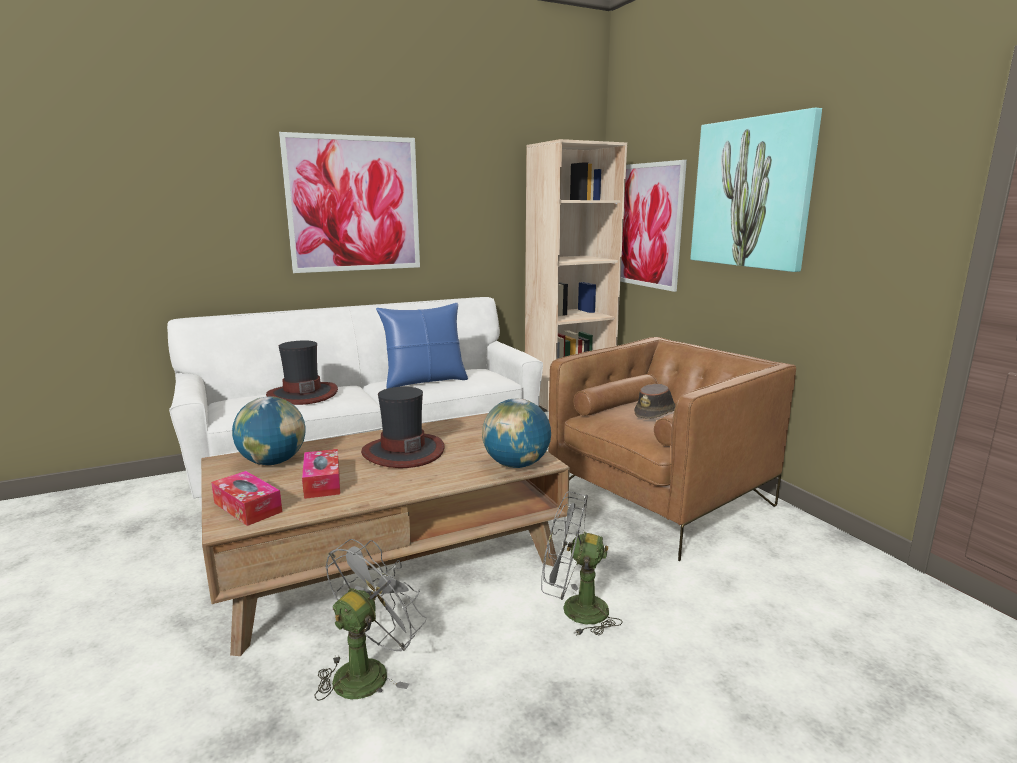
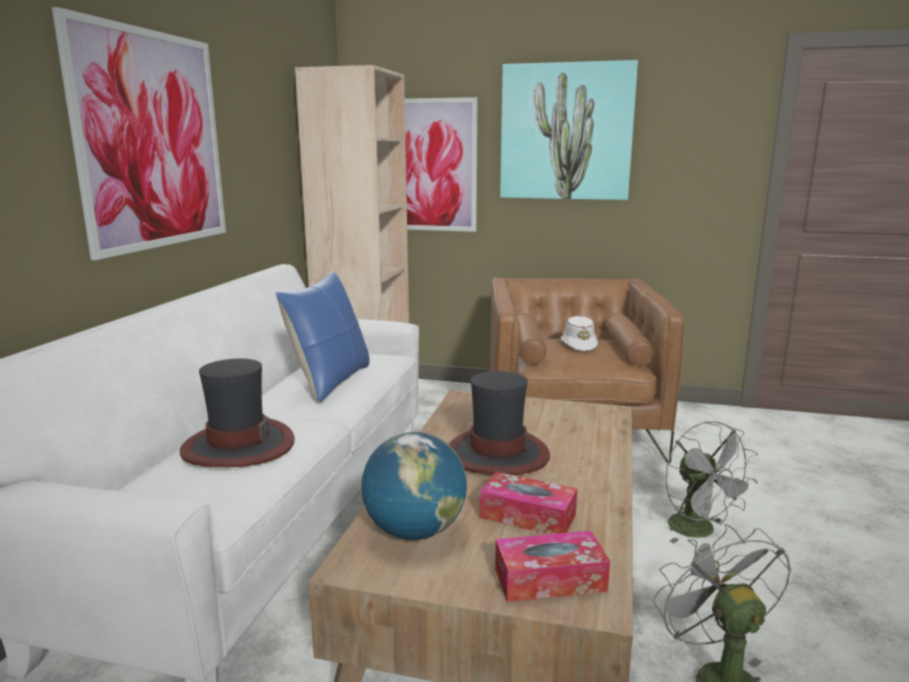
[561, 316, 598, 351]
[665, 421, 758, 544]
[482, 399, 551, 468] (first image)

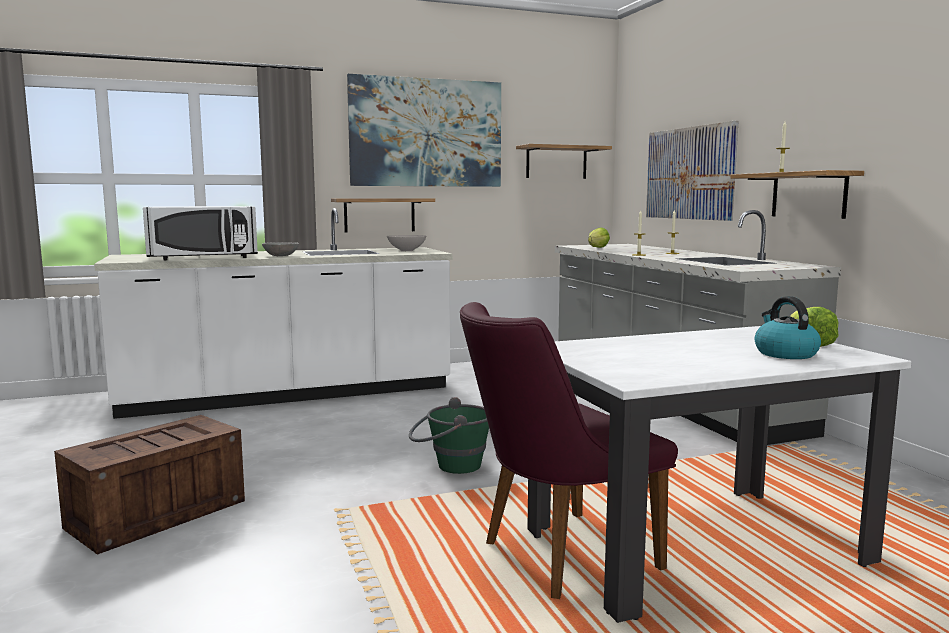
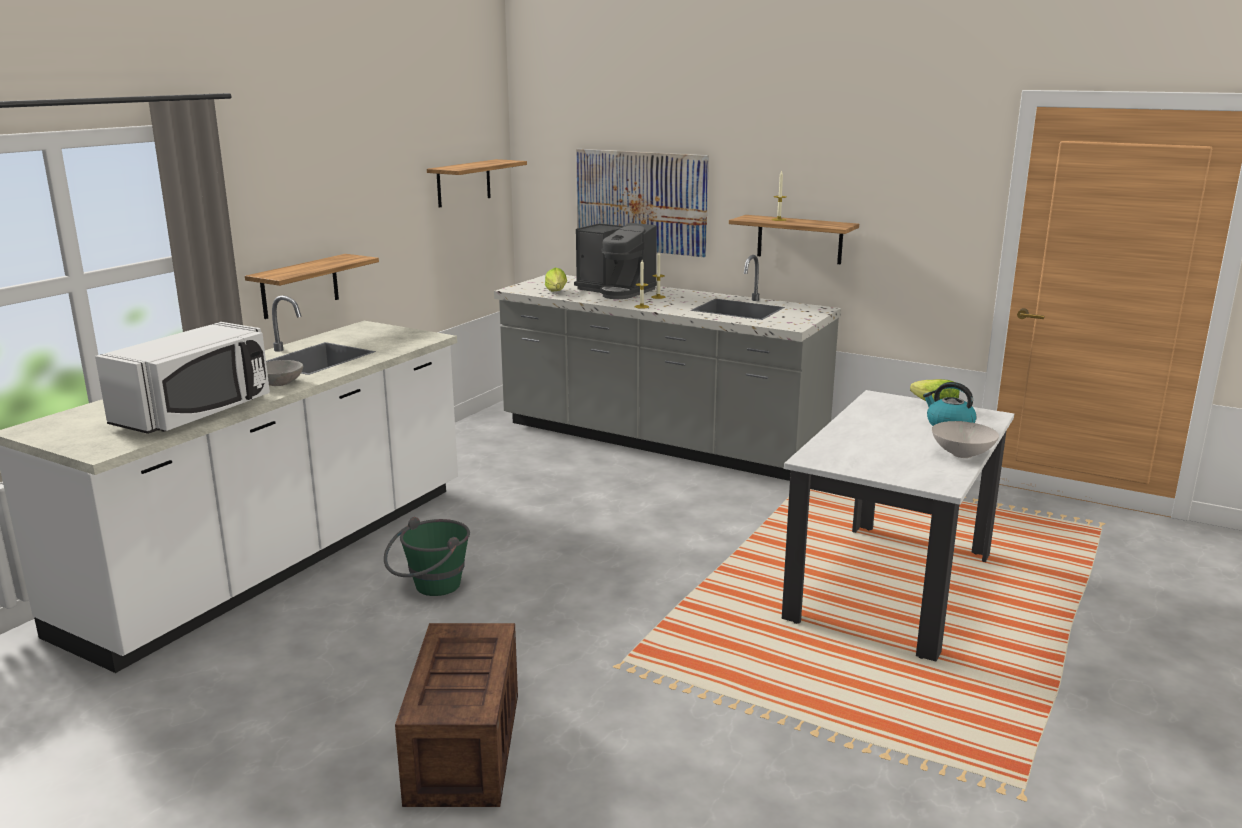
[384, 517, 470, 596]
[574, 223, 657, 299]
[932, 421, 999, 458]
[347, 74, 501, 187] (first image)
[460, 302, 678, 599] (first image)

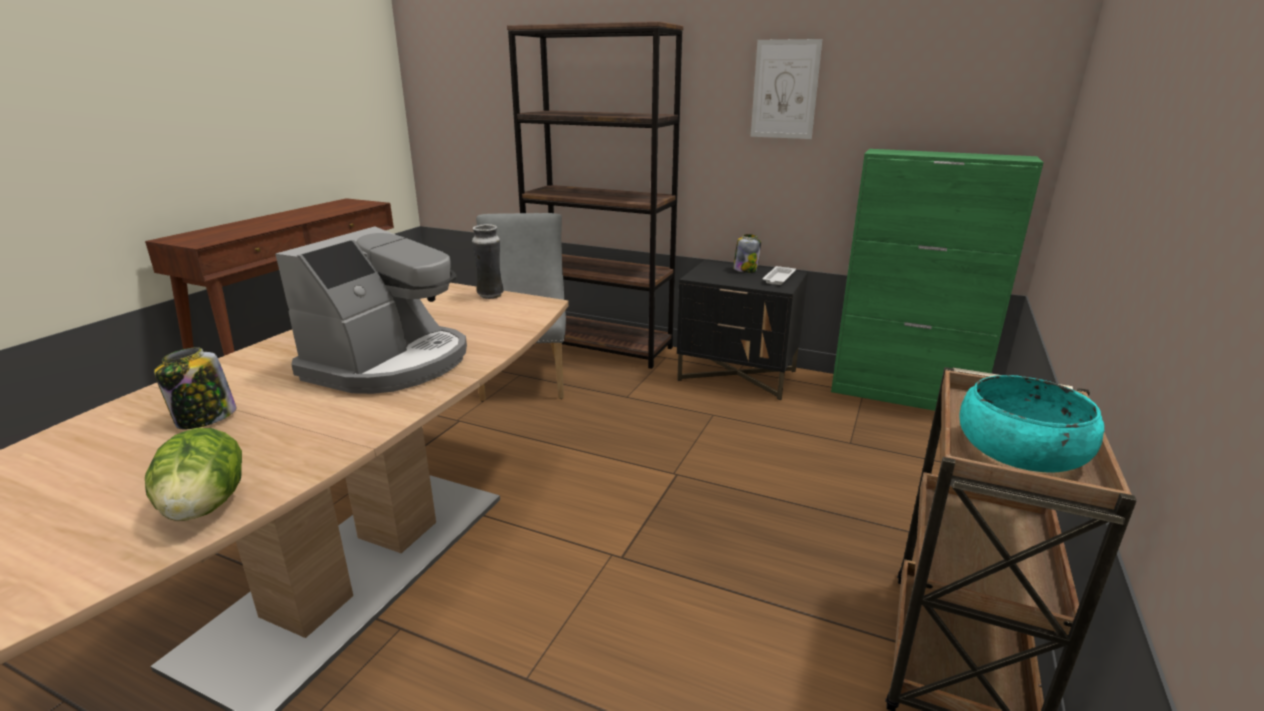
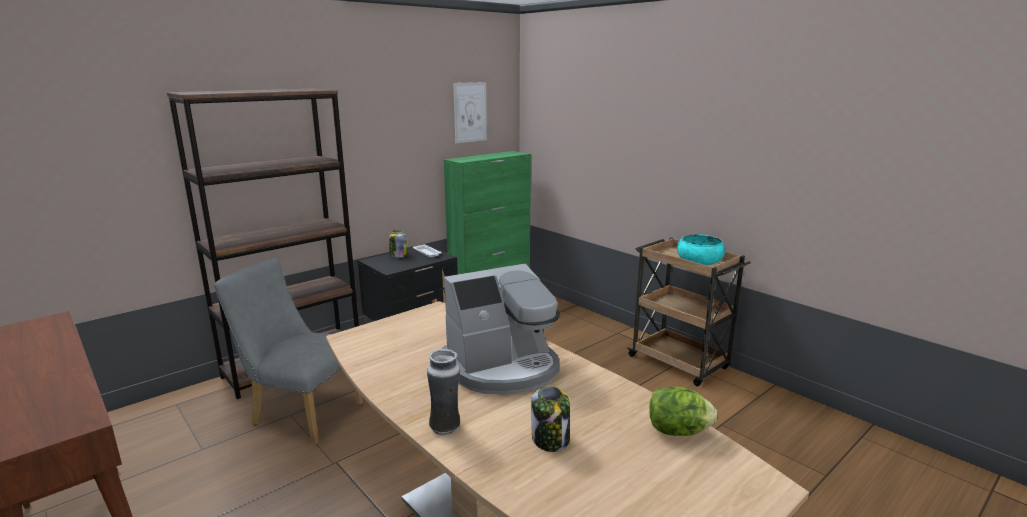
[427, 349, 460, 435]
[441, 264, 560, 394]
[453, 82, 487, 143]

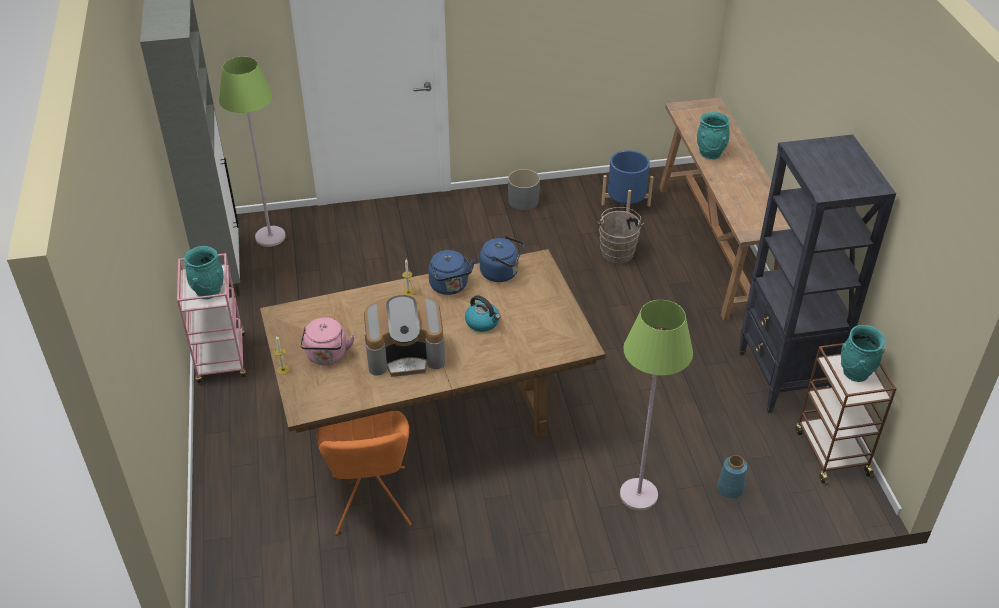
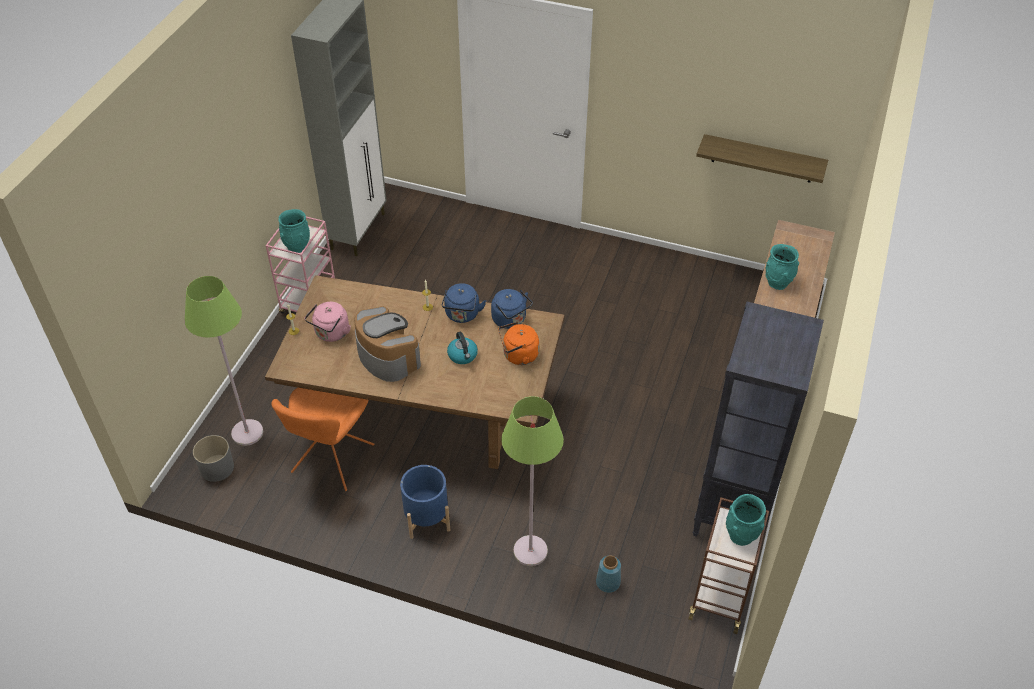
[185, 276, 263, 446]
[193, 435, 234, 482]
[354, 306, 421, 382]
[400, 465, 450, 539]
[498, 322, 539, 365]
[696, 134, 828, 183]
[597, 207, 644, 264] (first image)

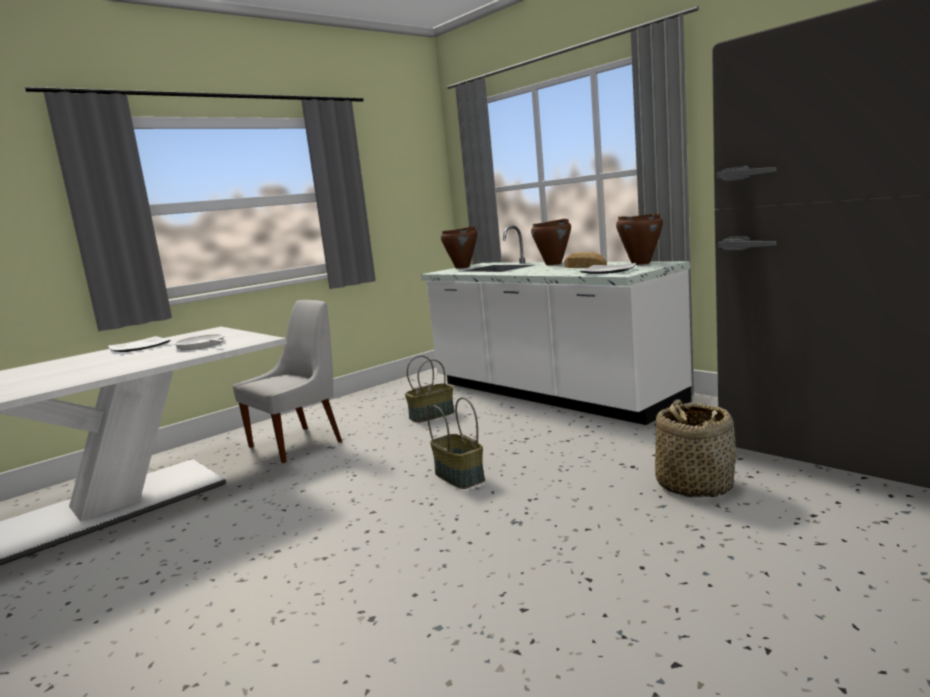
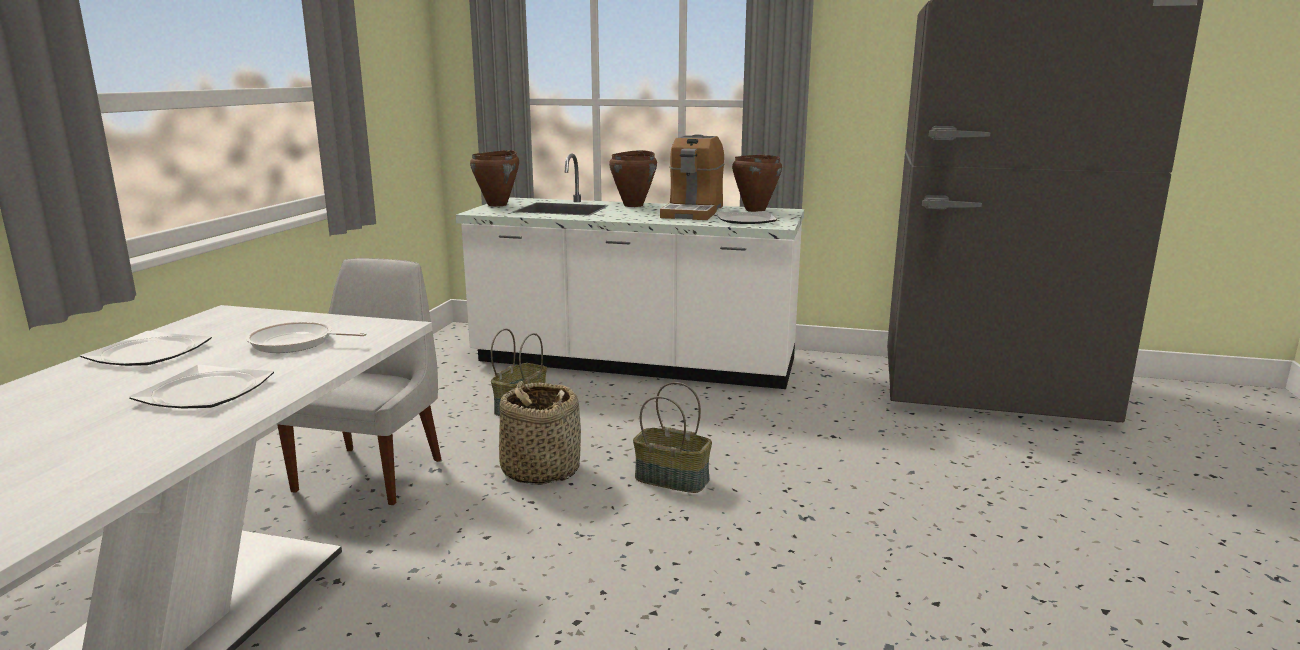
[129, 365, 274, 409]
[499, 381, 581, 485]
[660, 134, 724, 220]

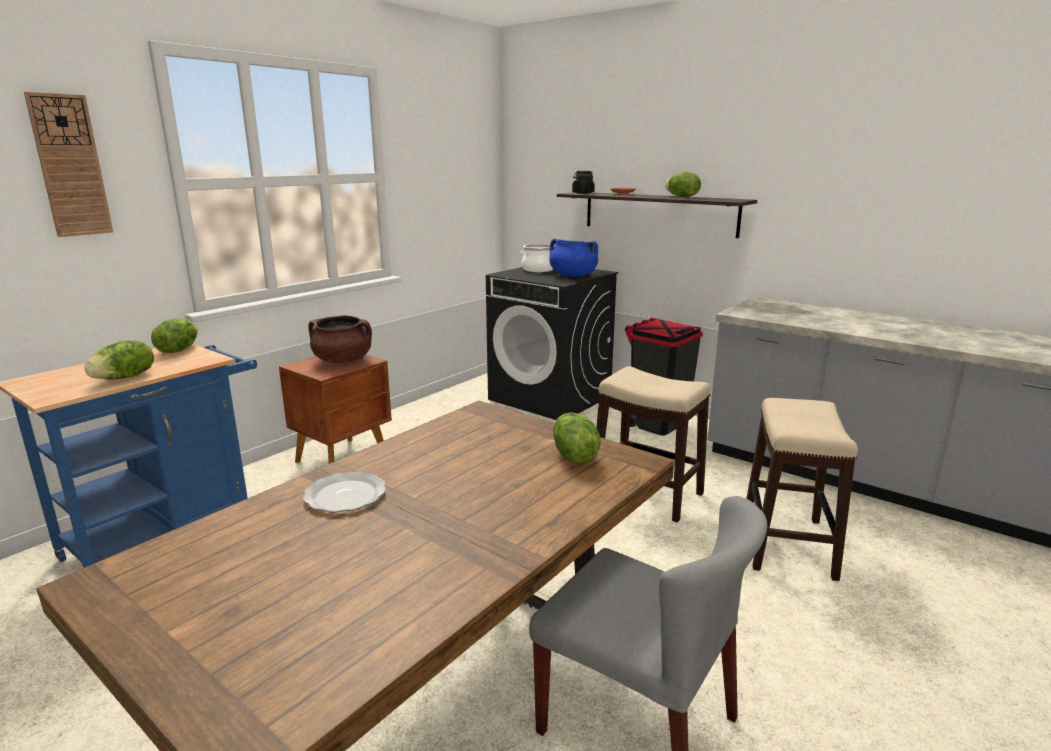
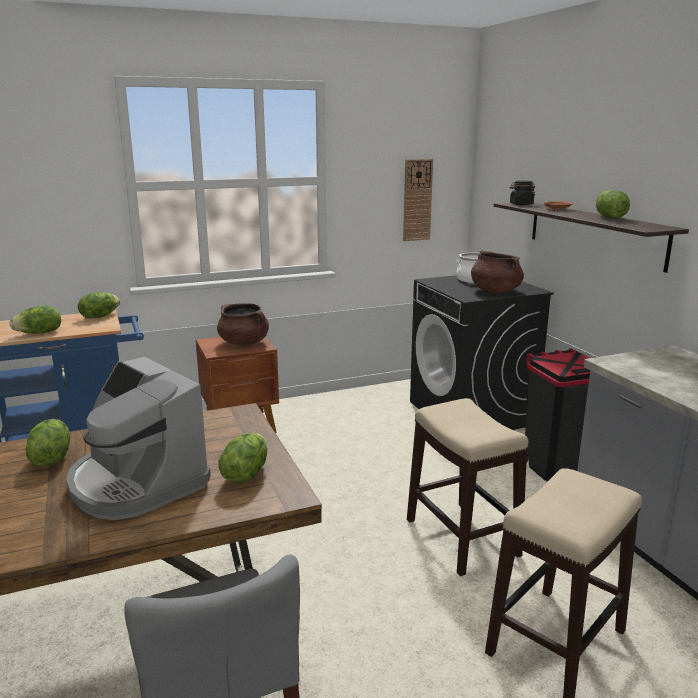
[25, 419, 70, 466]
[66, 357, 211, 520]
[403, 159, 433, 241]
[471, 250, 524, 293]

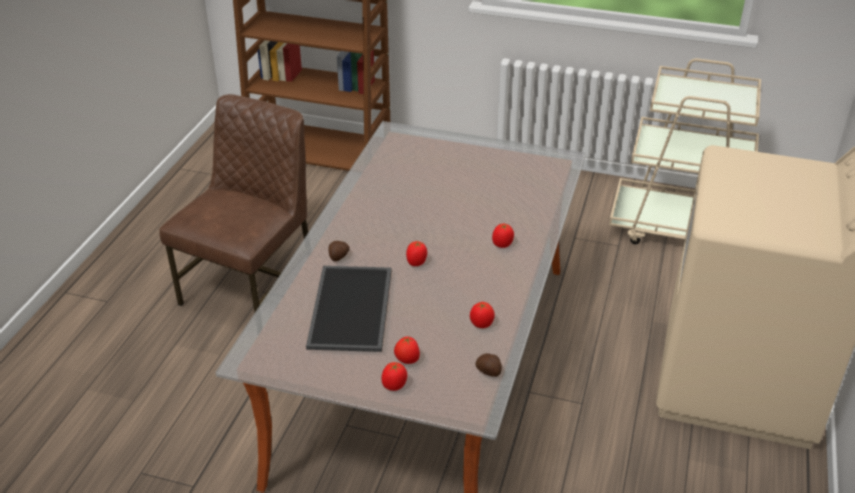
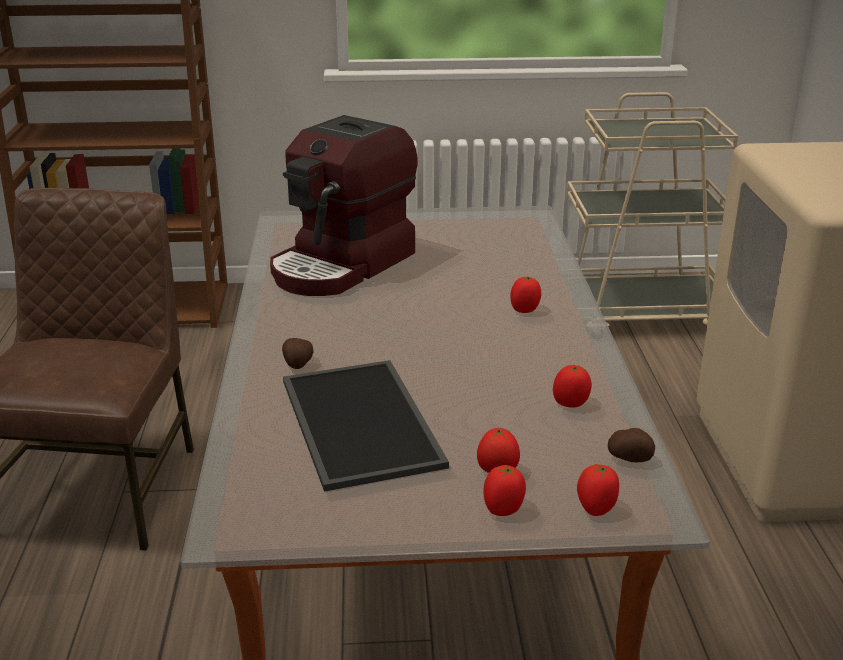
[270, 115, 418, 296]
[577, 464, 619, 516]

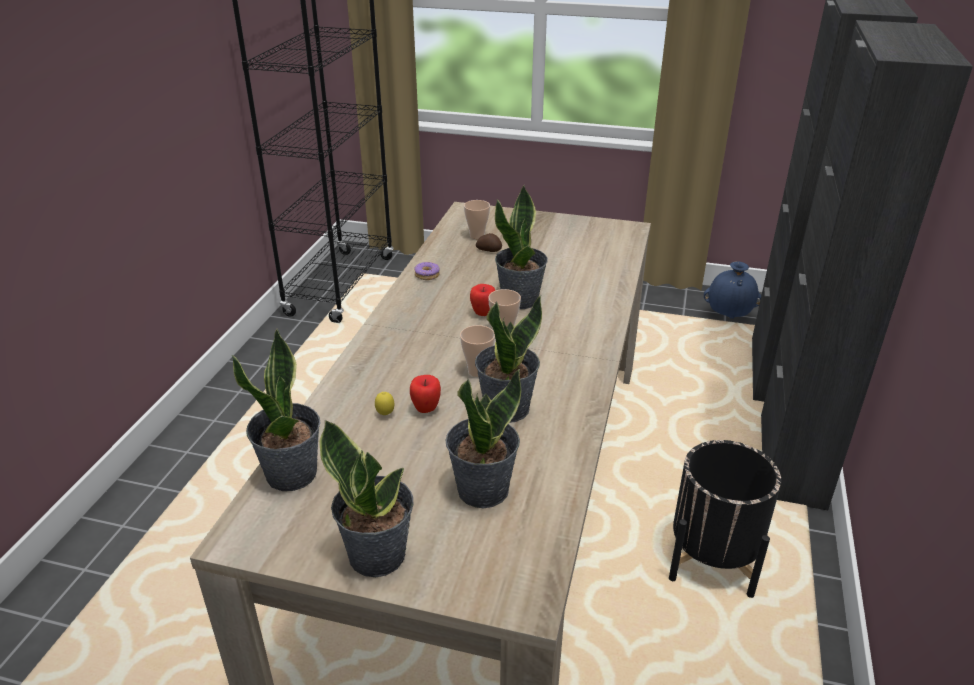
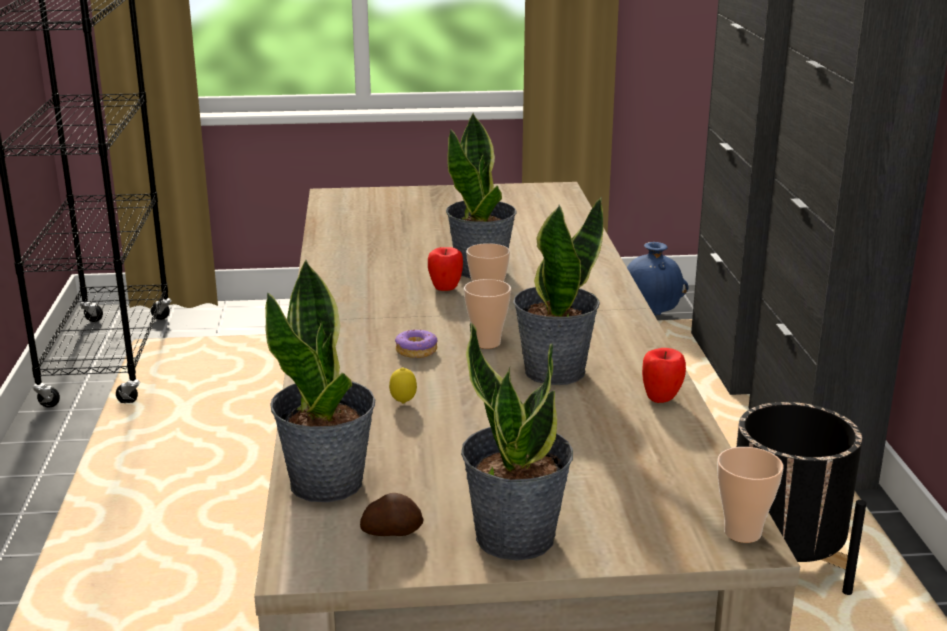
[360, 493, 424, 536]
[395, 329, 437, 358]
[642, 348, 686, 403]
[717, 447, 784, 543]
[446, 369, 521, 508] (first image)

